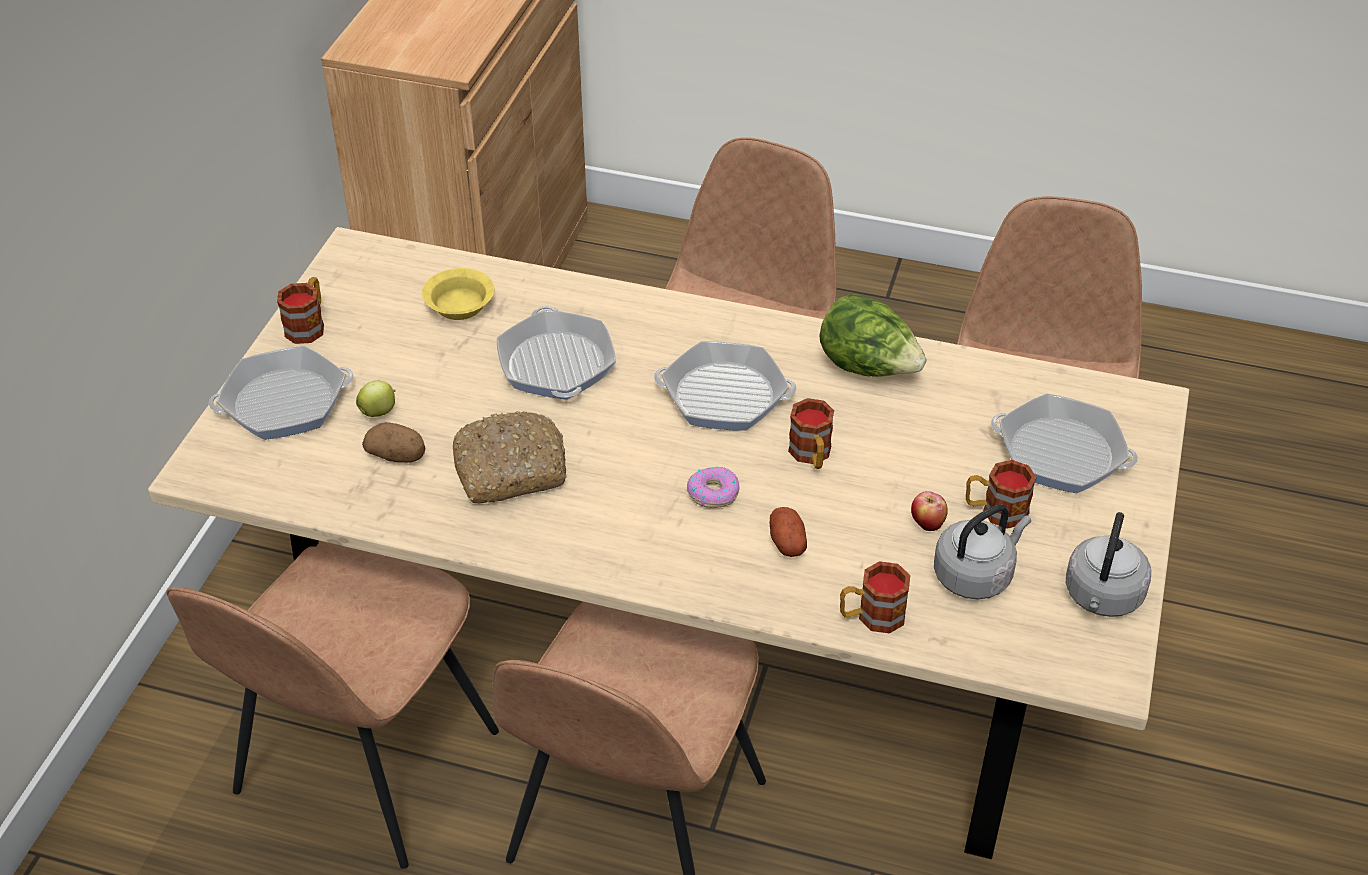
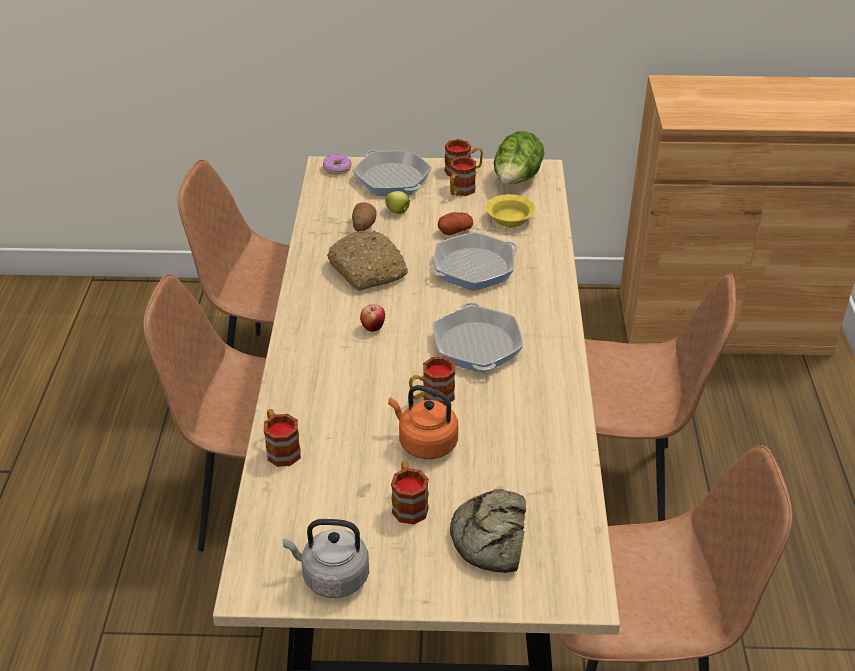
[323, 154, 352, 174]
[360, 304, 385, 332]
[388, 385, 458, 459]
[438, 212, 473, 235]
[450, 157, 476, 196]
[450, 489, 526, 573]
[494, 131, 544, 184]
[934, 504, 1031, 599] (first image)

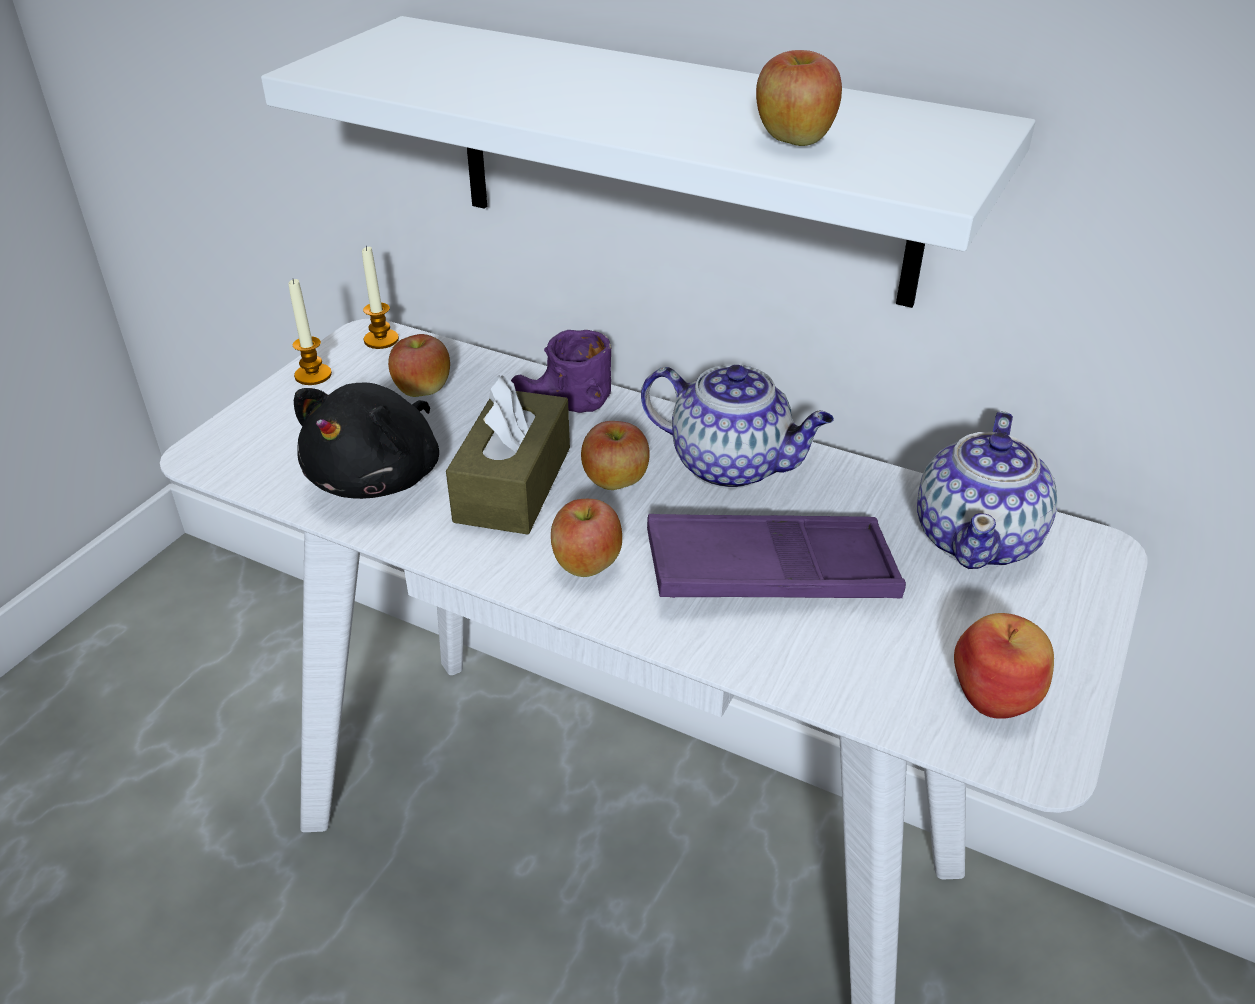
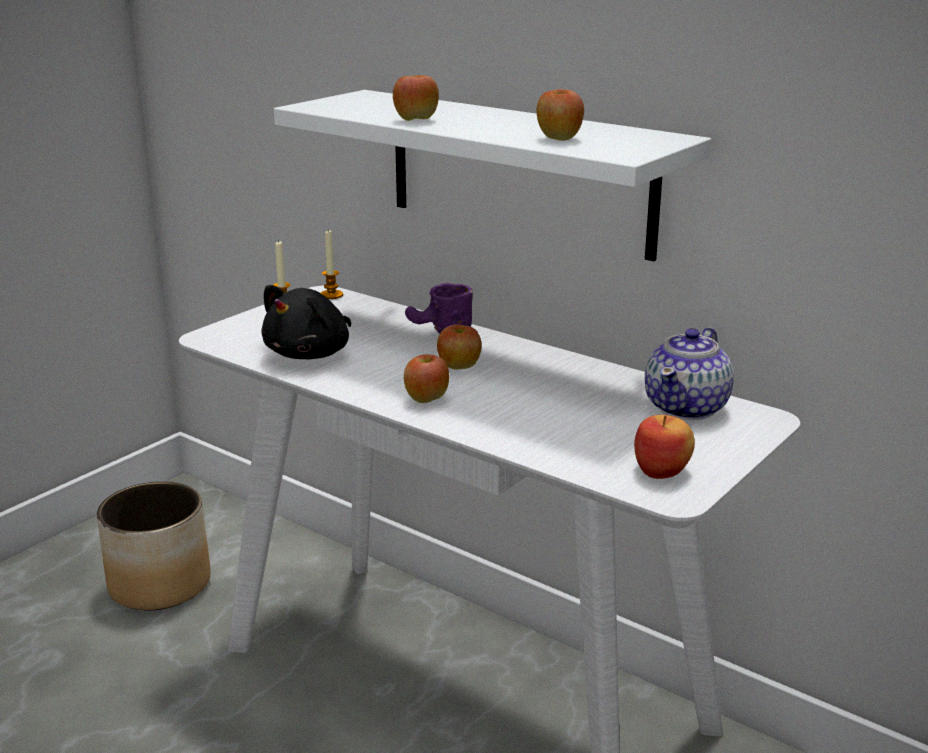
[97, 481, 210, 611]
[393, 75, 439, 121]
[446, 375, 570, 535] (first image)
[641, 364, 834, 489] (first image)
[647, 514, 906, 598] (first image)

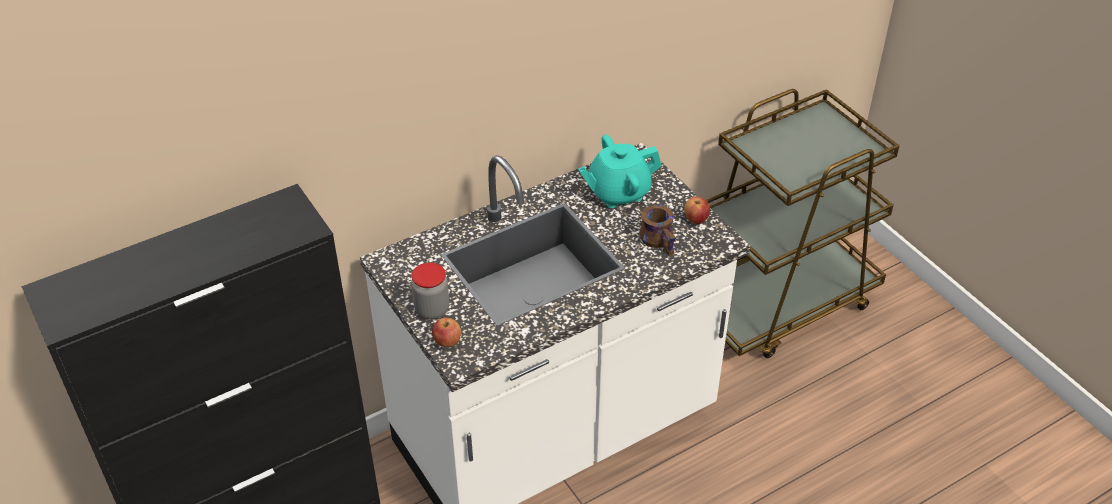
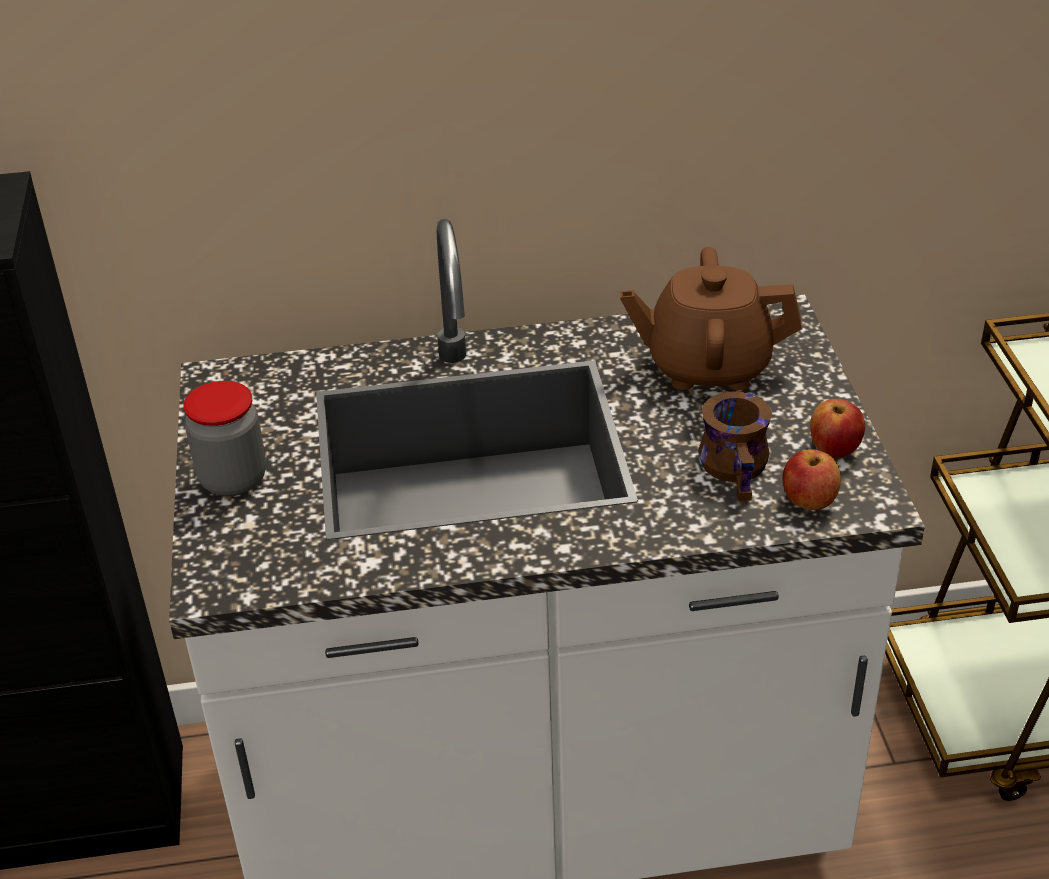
[620, 247, 802, 390]
[782, 449, 841, 510]

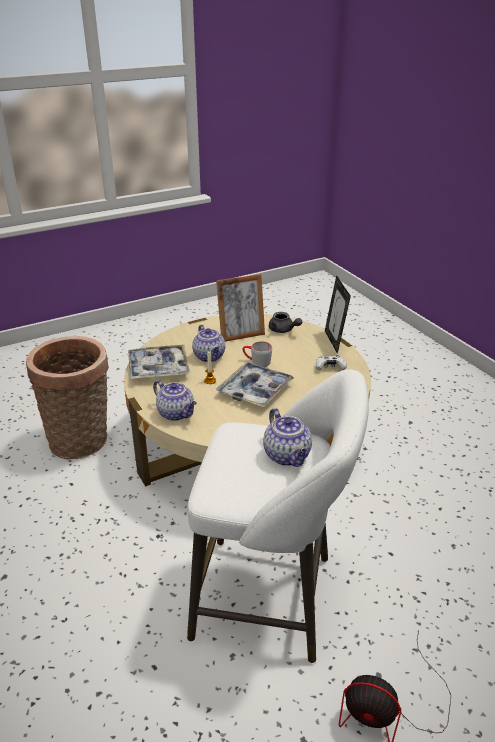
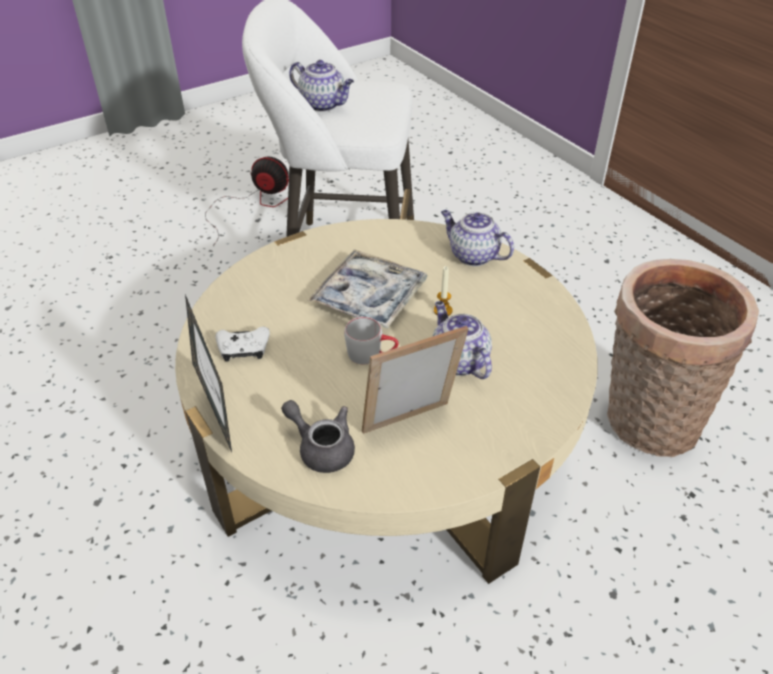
[289, 60, 354, 112]
[128, 345, 190, 379] (first image)

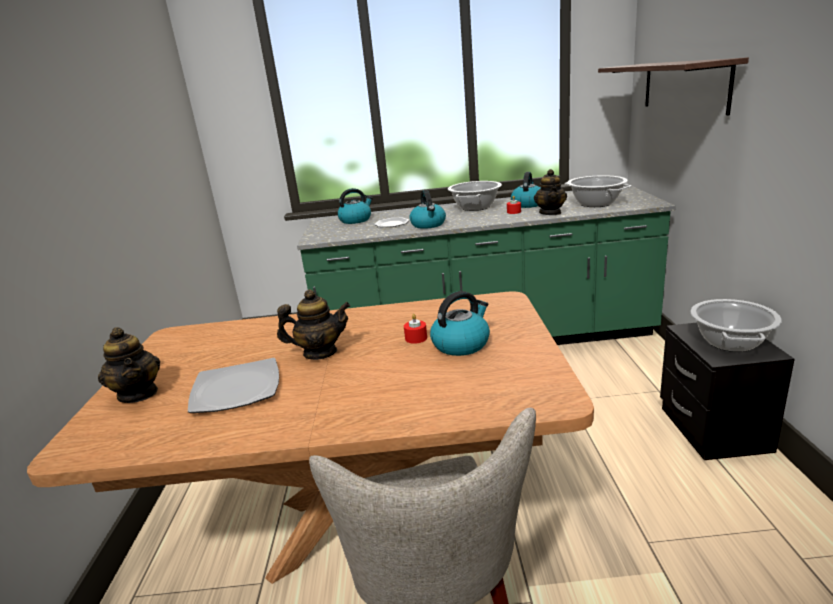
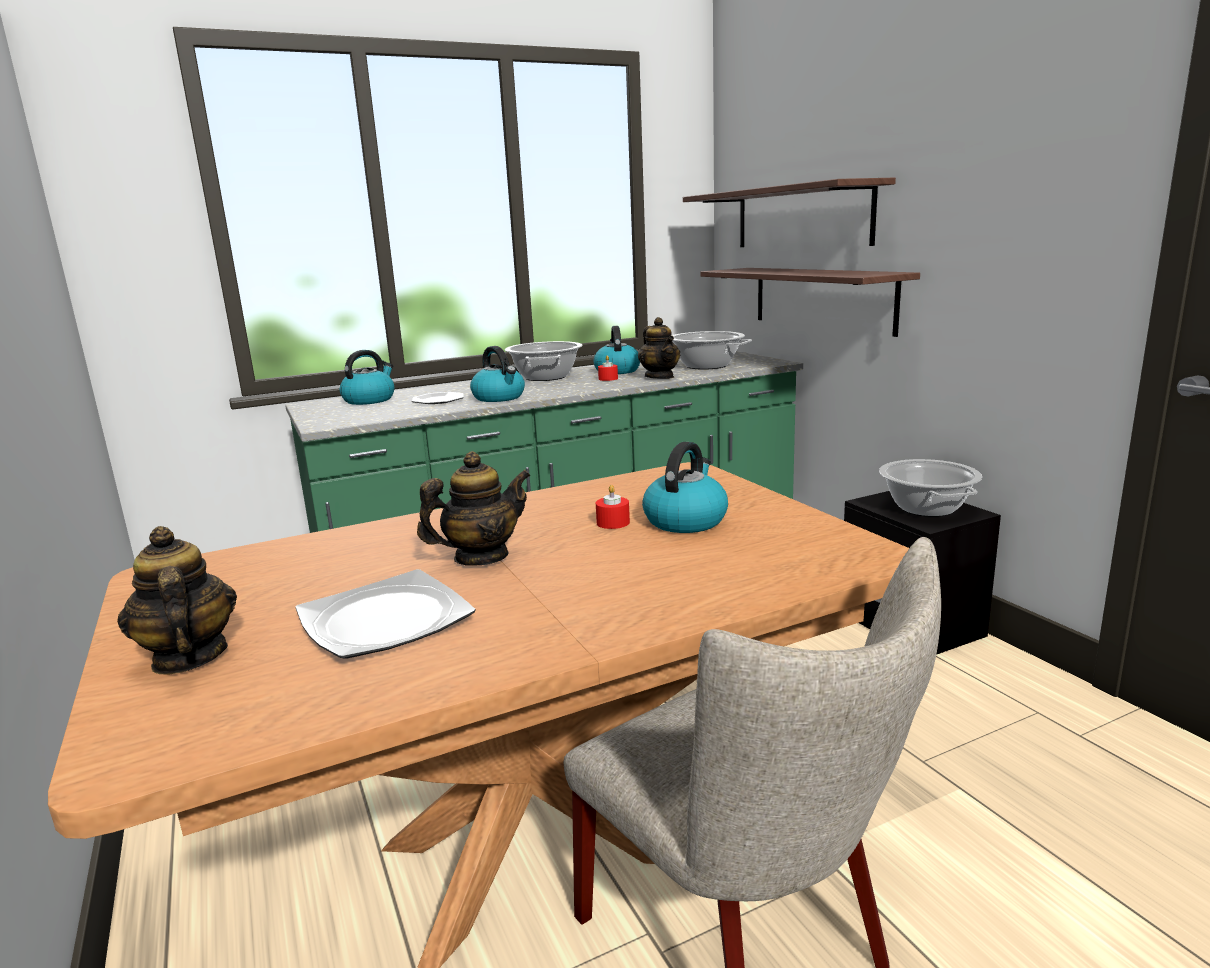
[117, 526, 237, 674]
[700, 268, 920, 337]

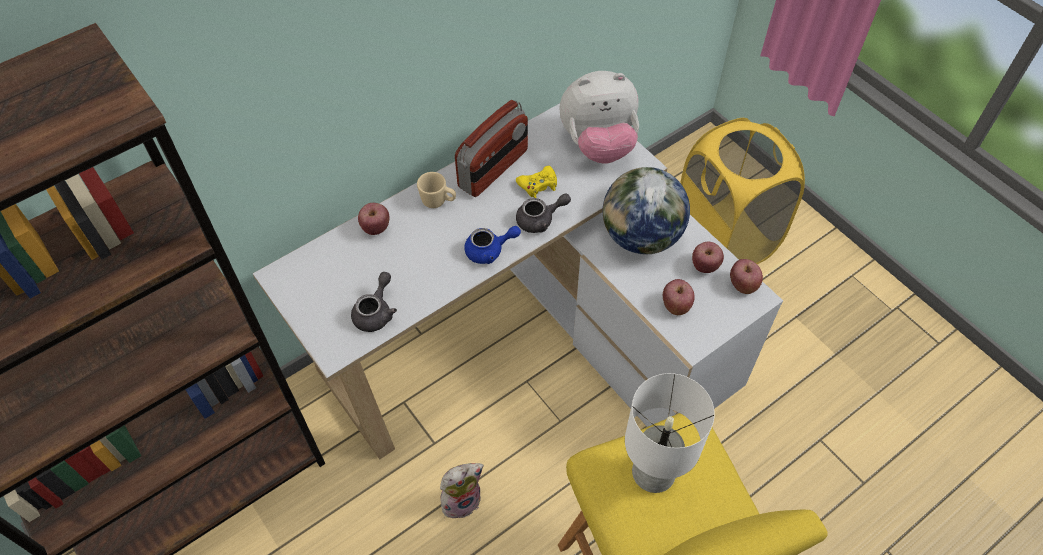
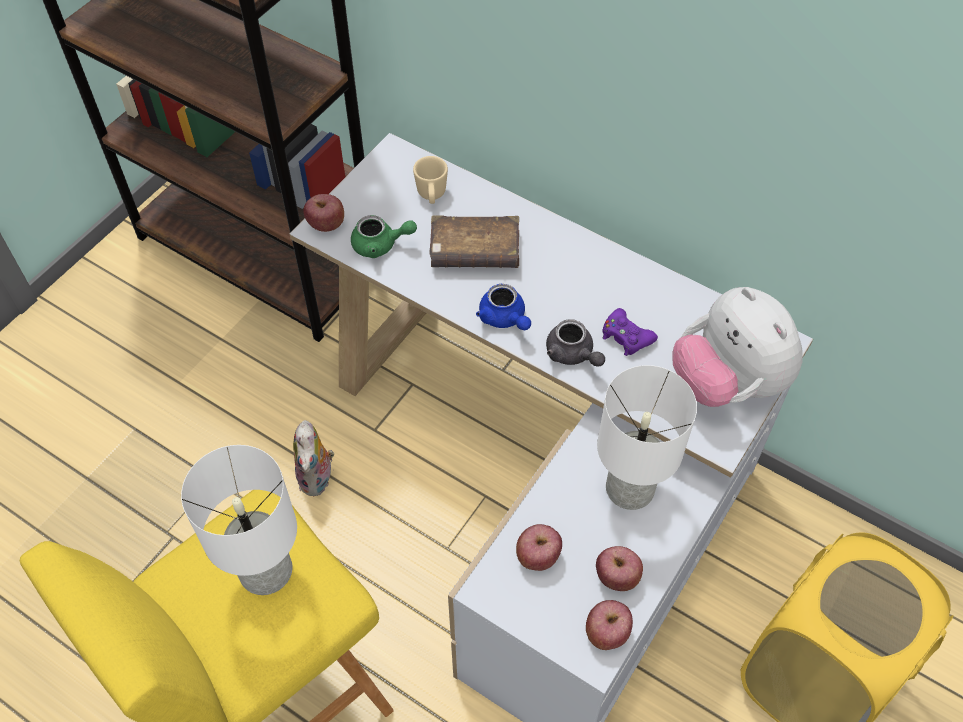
[293, 420, 334, 496]
[303, 194, 344, 232]
[351, 215, 417, 258]
[413, 156, 448, 204]
[430, 215, 519, 268]
[597, 365, 697, 510]
[602, 308, 658, 356]
[455, 100, 528, 197] (first image)

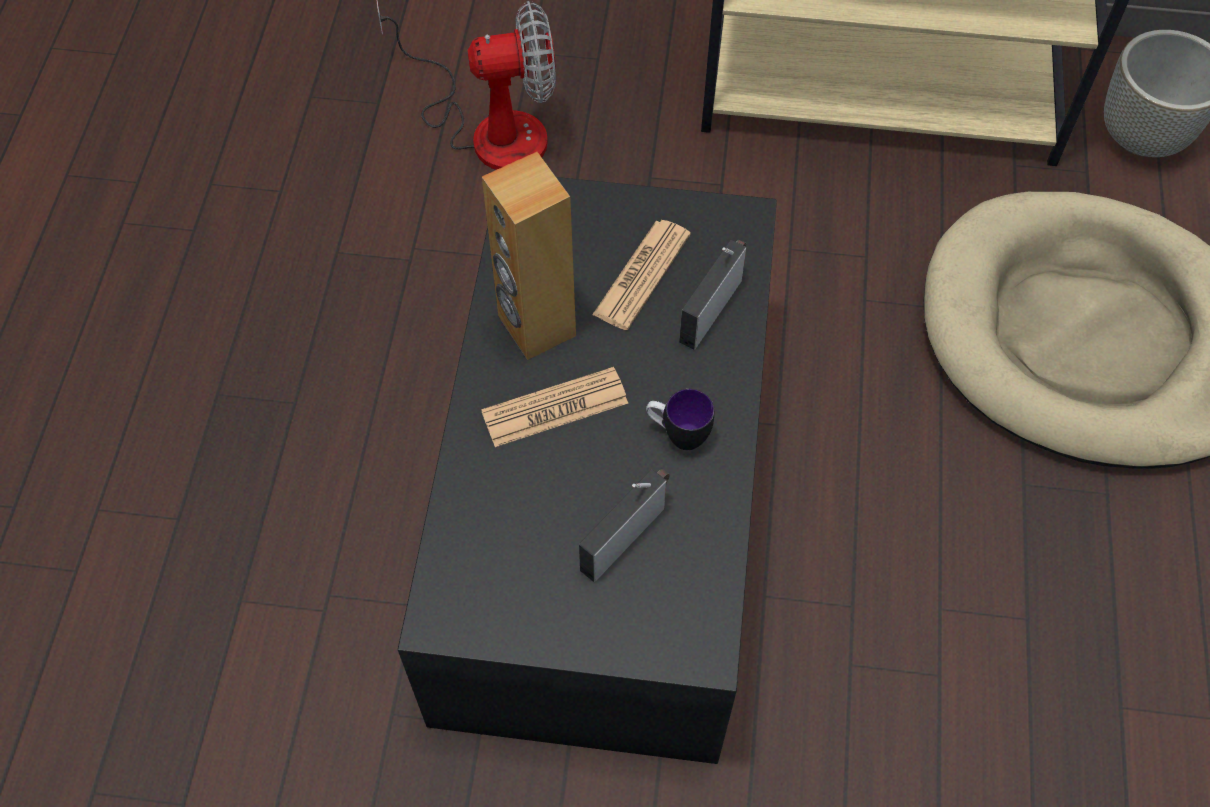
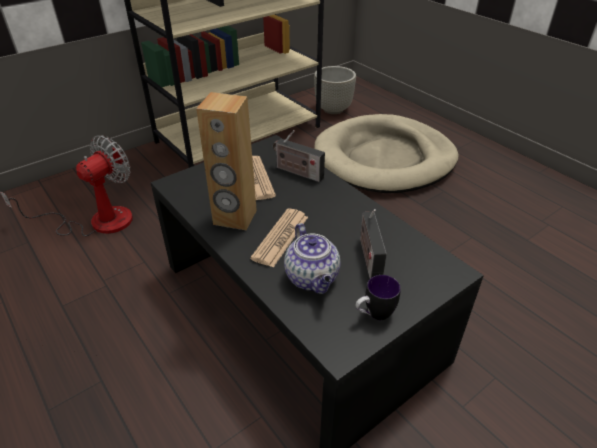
[273, 130, 325, 182]
[284, 223, 341, 294]
[356, 275, 401, 320]

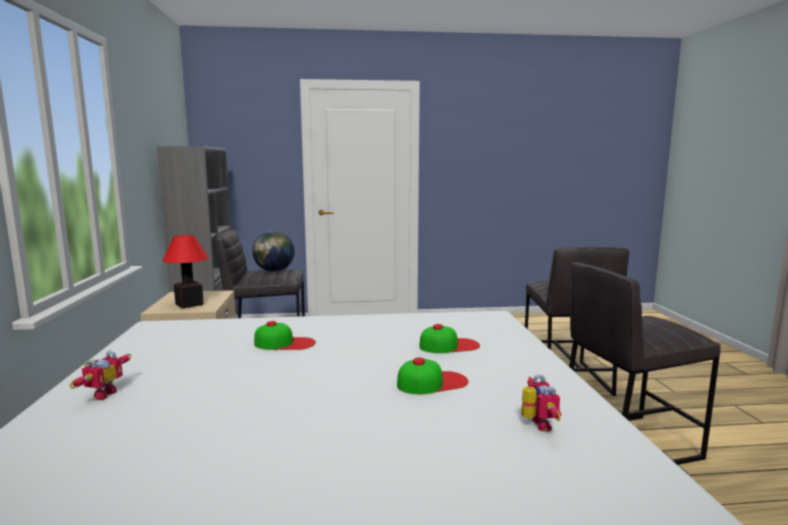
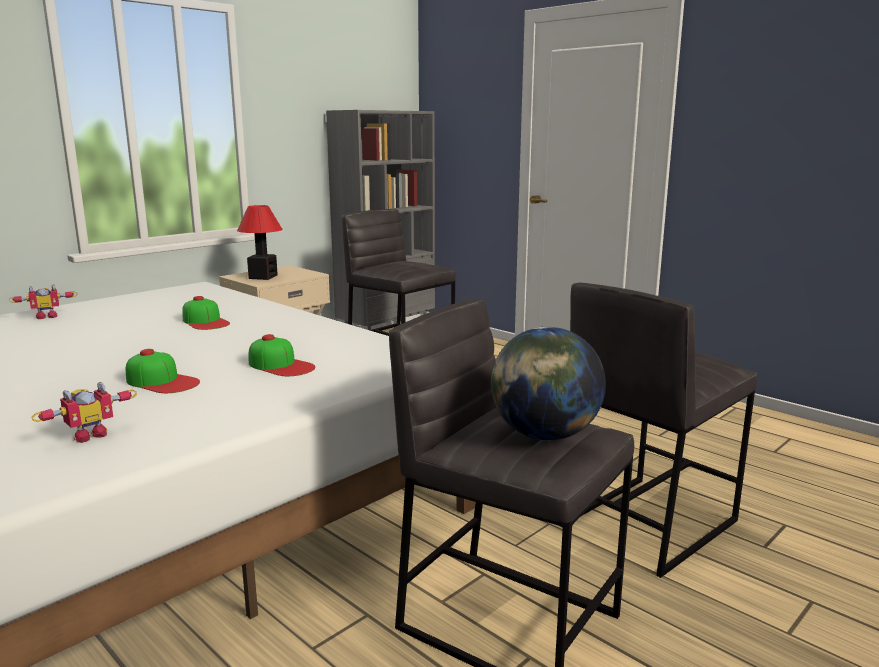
[491, 327, 606, 440]

